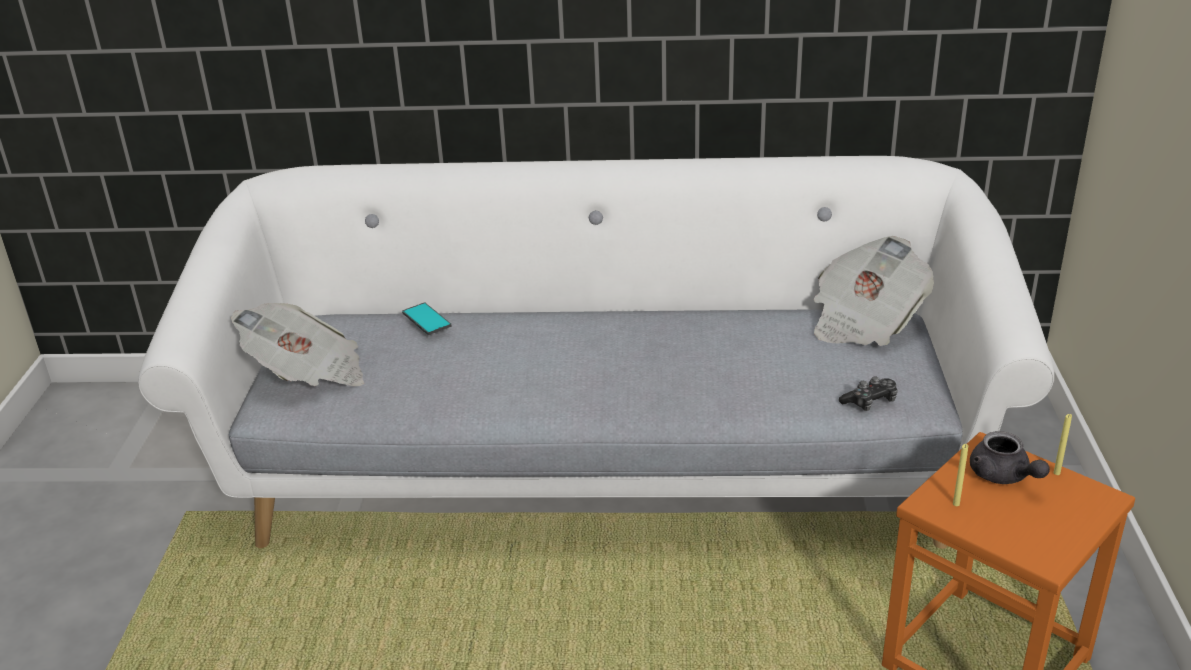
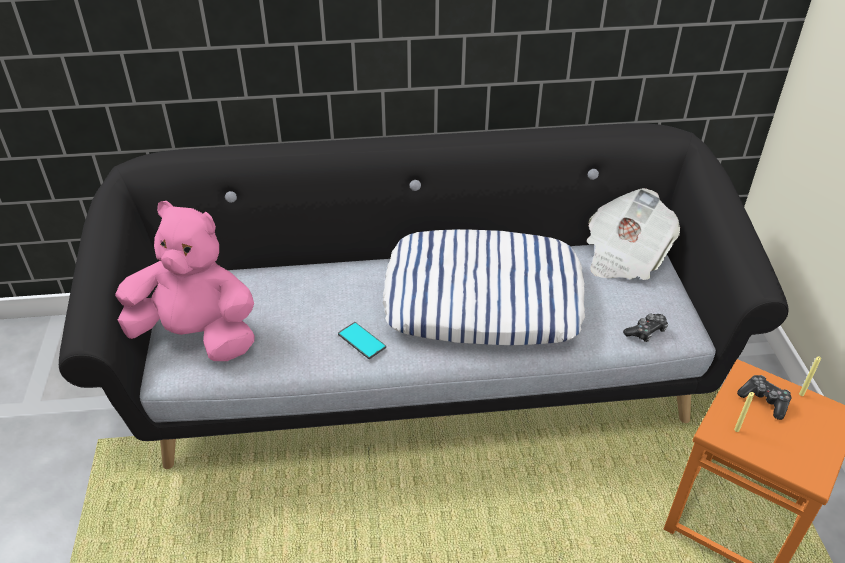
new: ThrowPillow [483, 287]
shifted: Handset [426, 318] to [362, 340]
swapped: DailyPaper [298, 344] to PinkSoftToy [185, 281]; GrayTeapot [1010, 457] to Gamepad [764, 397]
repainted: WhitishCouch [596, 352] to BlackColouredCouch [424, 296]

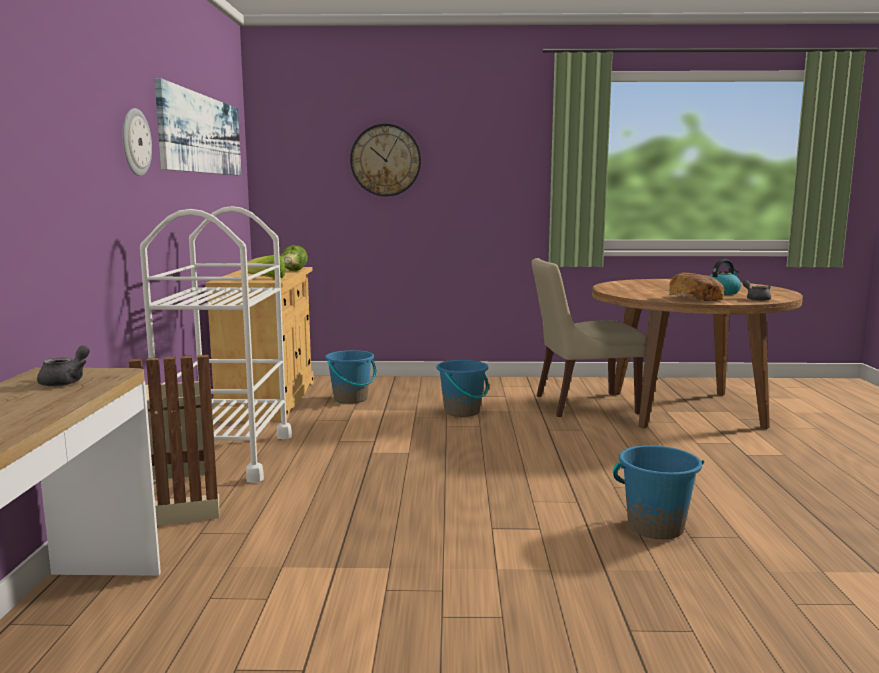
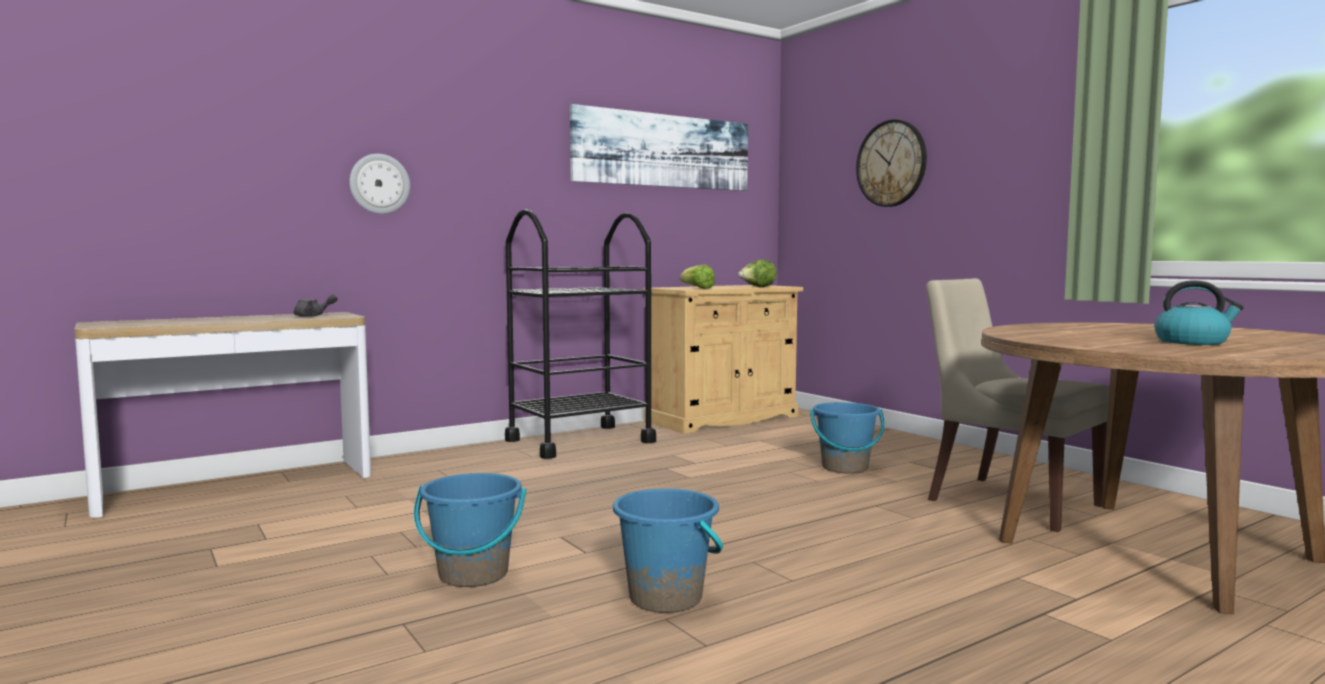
gone: BeigeColouredRubbishBin [174, 440]; Bread [696, 287]; GrayTeapot [756, 290]
shifted: WallClock [137, 142] to [379, 184]; BluishWaterBucket [351, 377] to [470, 530]
repainted: WhitishWheeledCart [216, 344] to BlackColouredWheeledCart [580, 334]

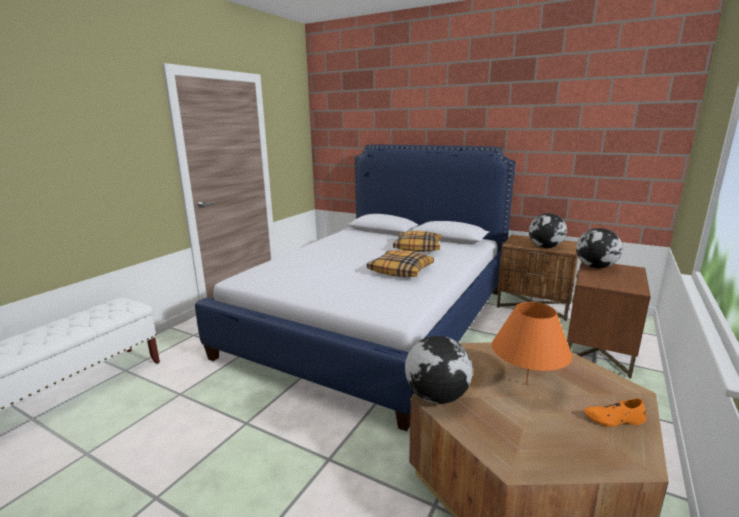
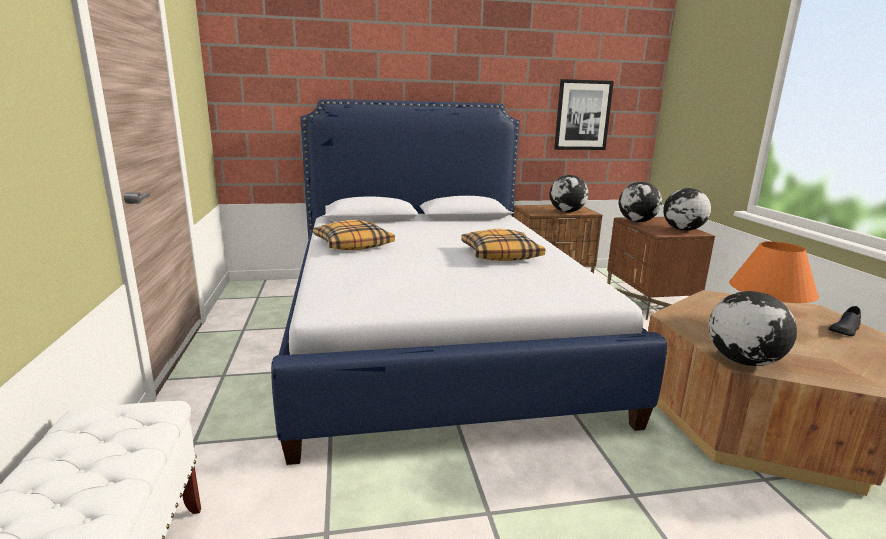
new: WallPicture [584, 114]; DeskGlobe [687, 209]
shifted: ThrowPillow [417, 241] to [354, 235]
repainted: OrangeColouredLowShoe [615, 413] to BlackColouredLowShoe [844, 321]

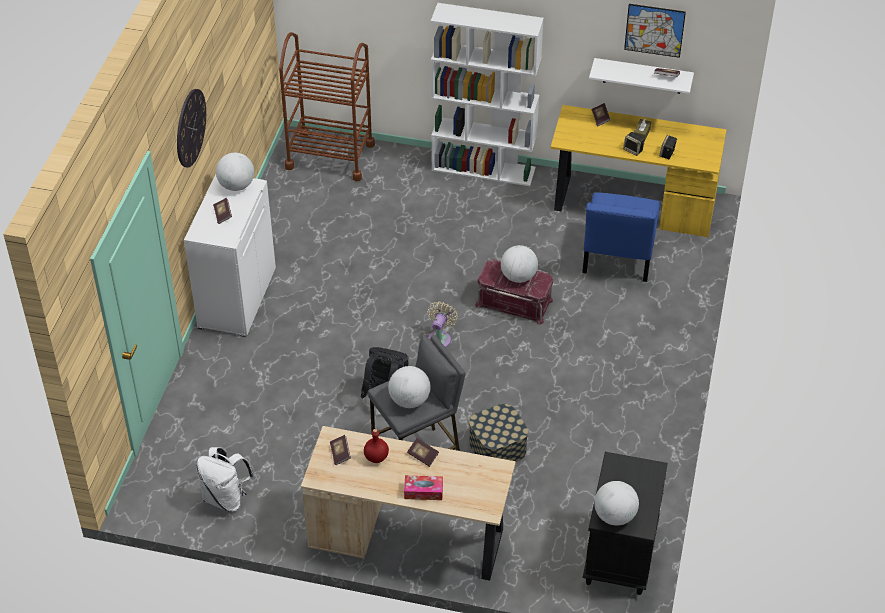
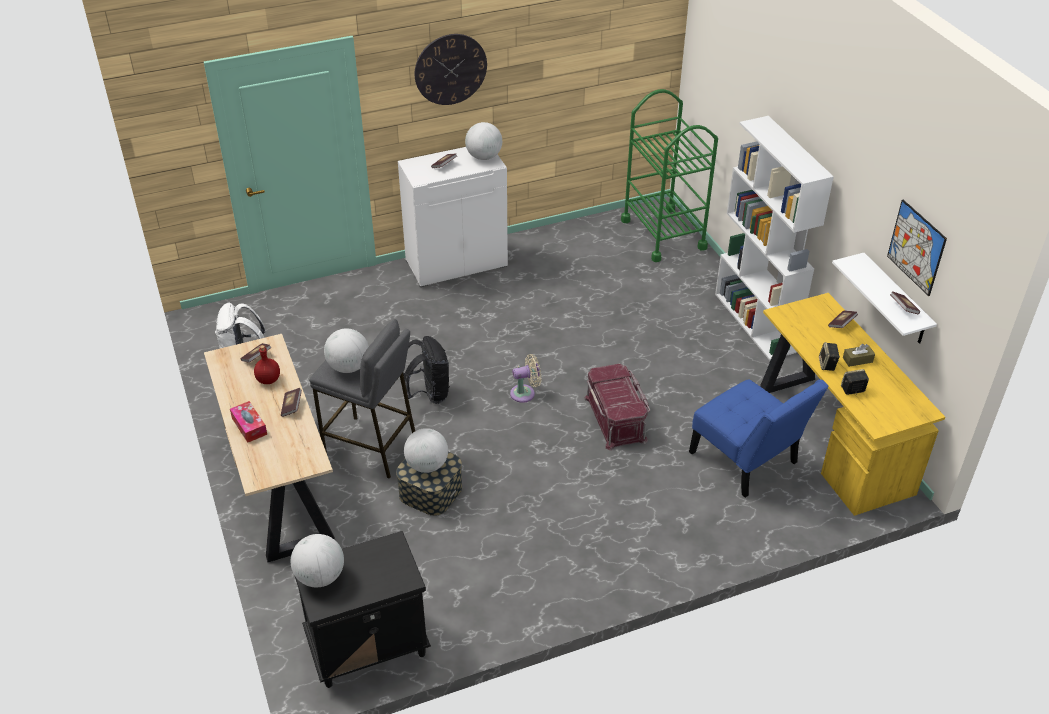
shifted: DeskGlobe [519, 264] to [426, 450]
repainted: BrownishWheeledCart [327, 106] to GreenColouredWheeledCart [669, 175]
rotated: BluishPlainChair [621, 237] = [759, 438] 105 degrees counterclockwise

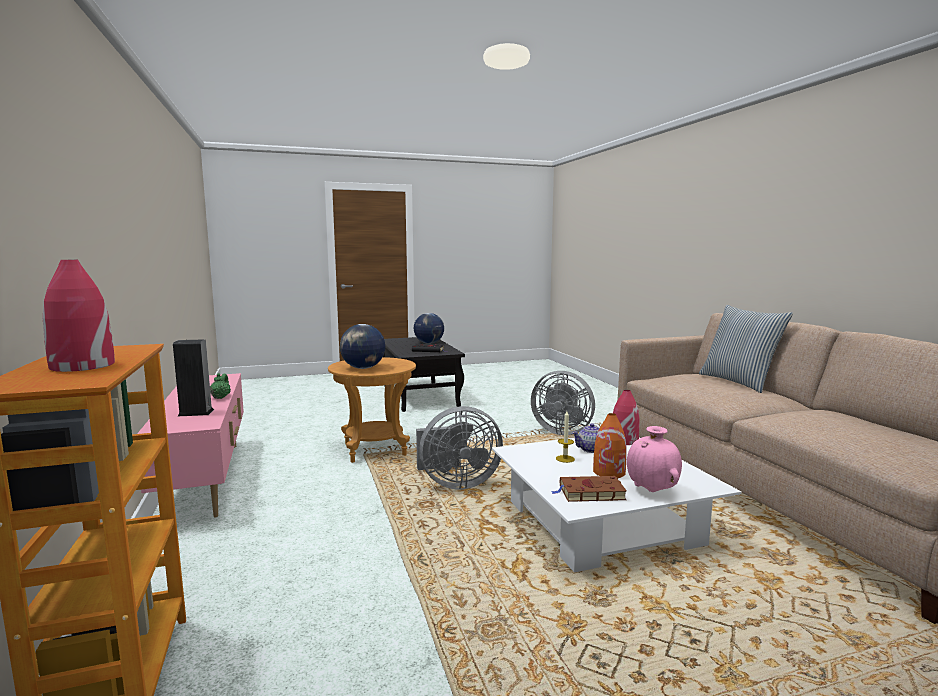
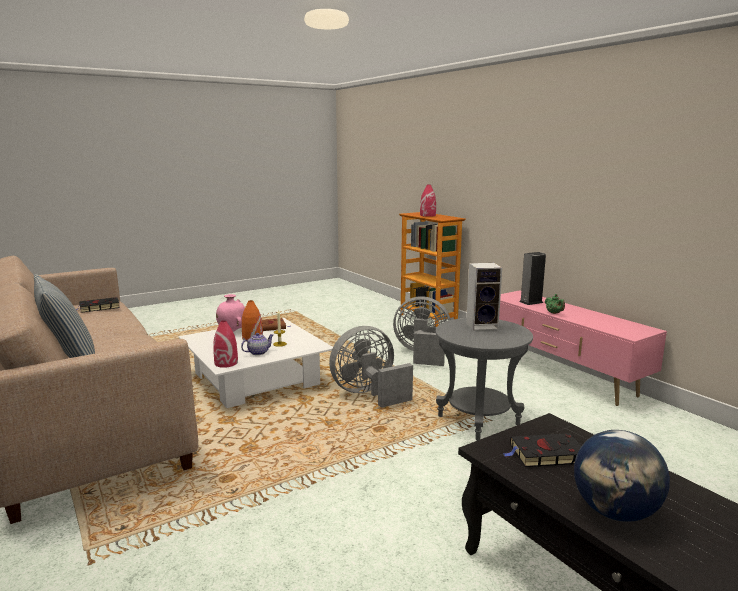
new: BlackColouredBook [98, 305]
shifted: GrayElectricFan [563, 403] to [422, 331]
swapped: DeskGlobe [362, 346] to Loudspeaker [484, 297]
repainted: BrownishEndTable [372, 410] to GrayEndTable [484, 379]

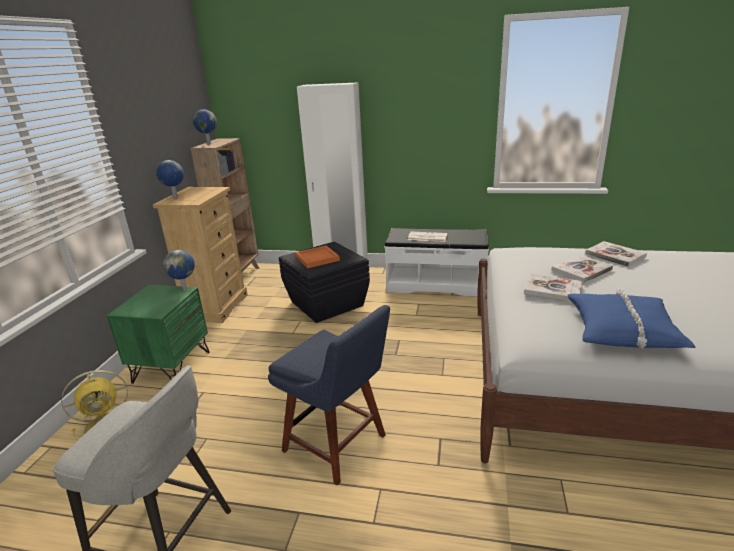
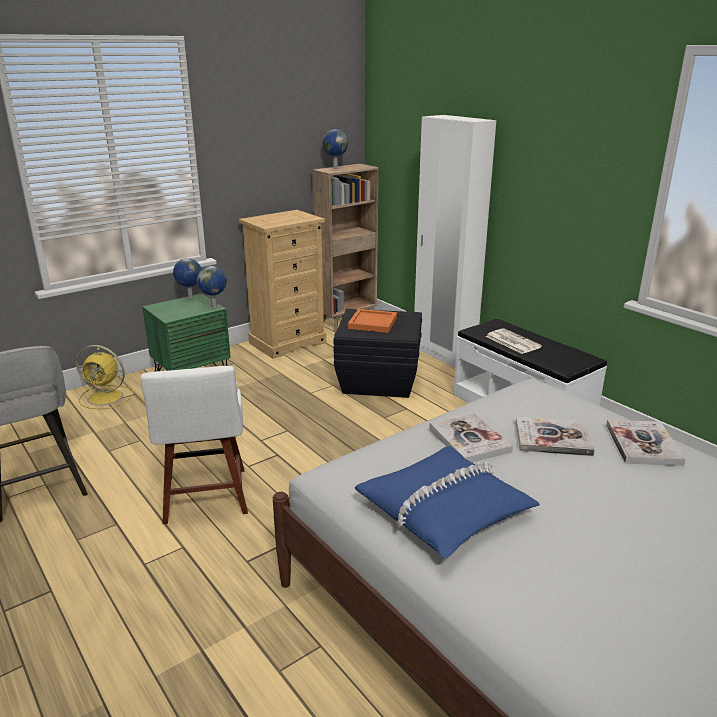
shifted: DeskGlobe [170, 179] to [187, 278]
repainted: BluishPlainChair [329, 395] to WhitishPlainChair [194, 445]

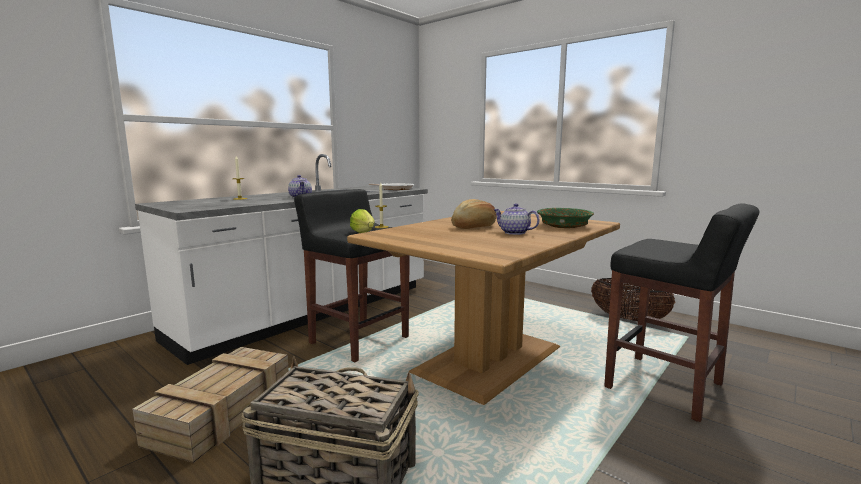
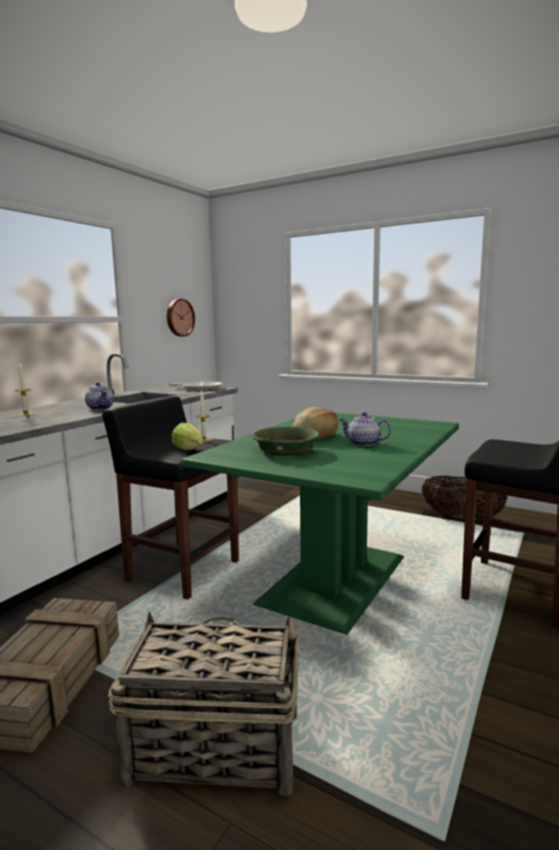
new: WallClock [181, 318]
shifted: GreenColouredBowl [565, 218] to [286, 441]
repainted: BrownishKitchenTable [483, 308] to GreenColouredKitchenTable [320, 524]

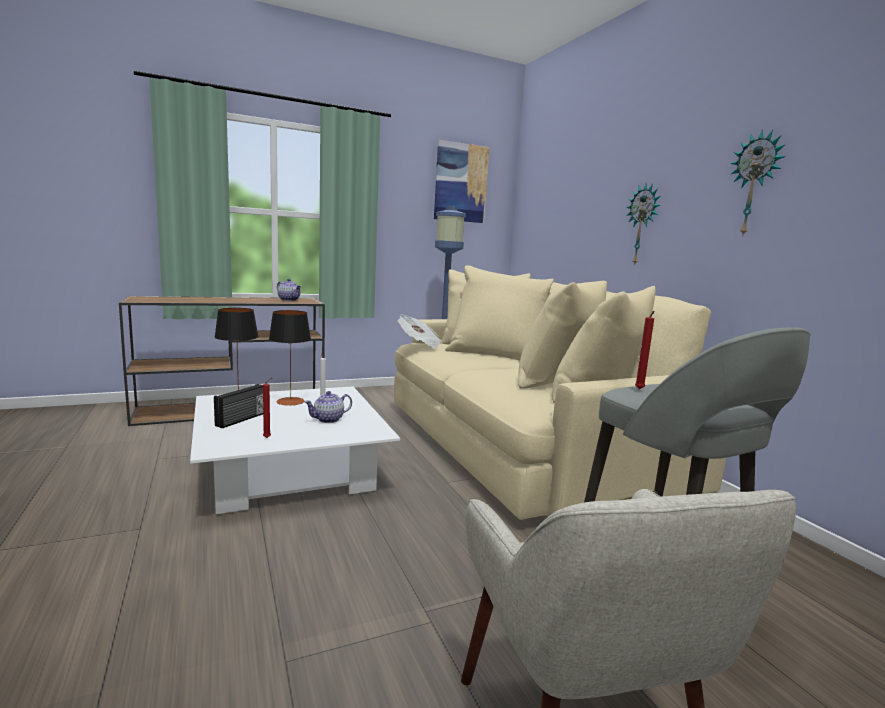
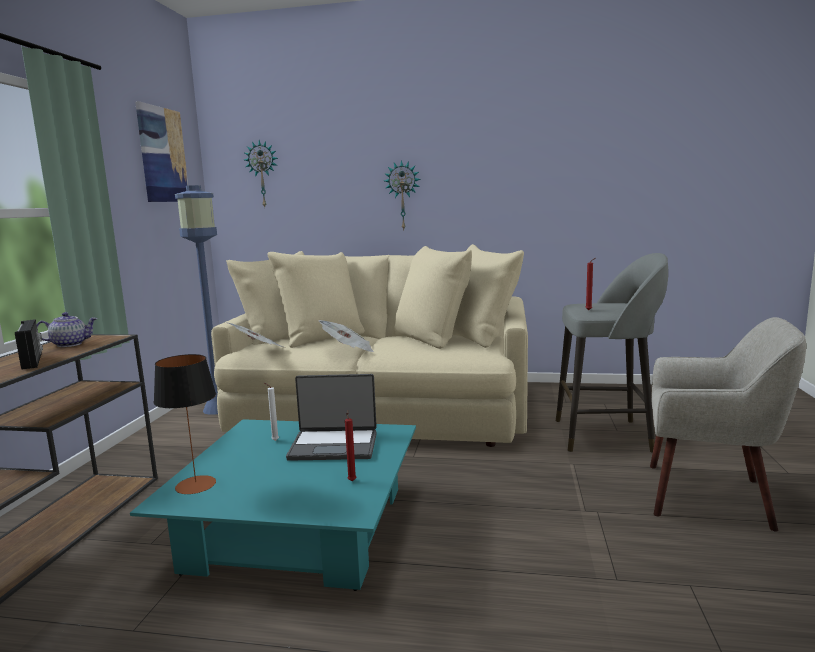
gone: LampForATable [290, 358]
new: DailyPaper [346, 336]
shifted: RadioSet [238, 406] to [29, 344]; WallClock [758, 183] to [261, 173]
swapped: Teapot [328, 407] to PortableComputer [331, 417]
repainted: WhitishLoungeTable [295, 450] to BlueGreenLoungeTable [273, 505]

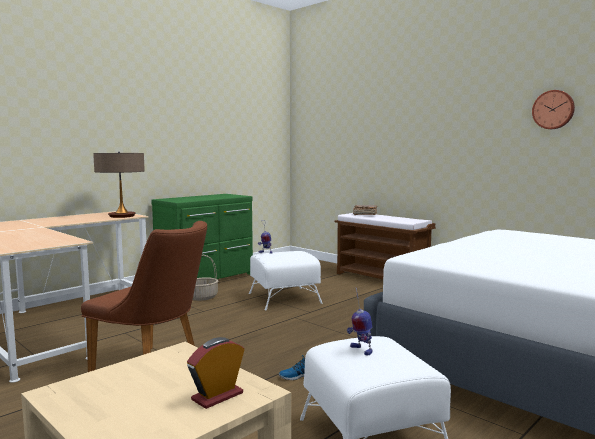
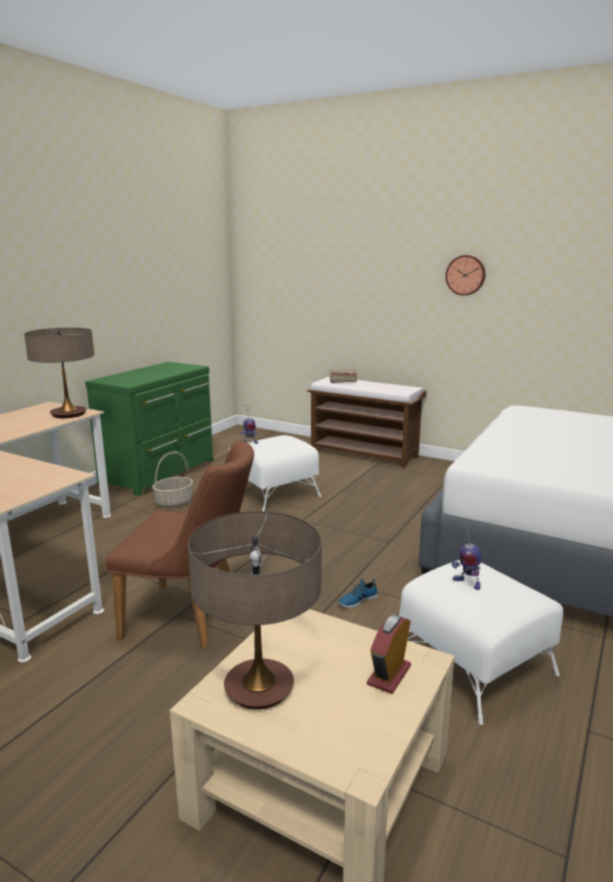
new: LampForATable [255, 610]
shifted: WallClock [553, 109] to [465, 275]

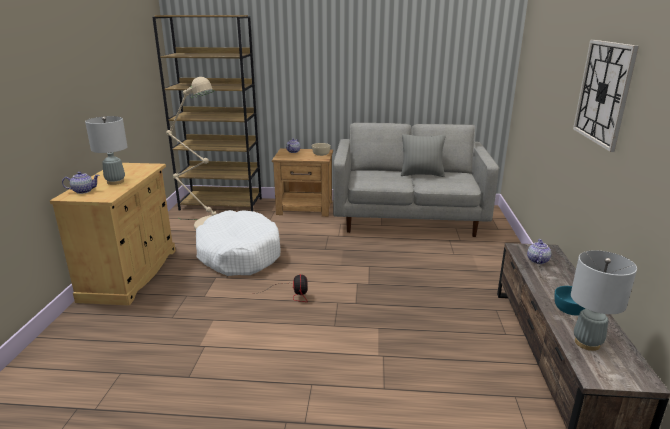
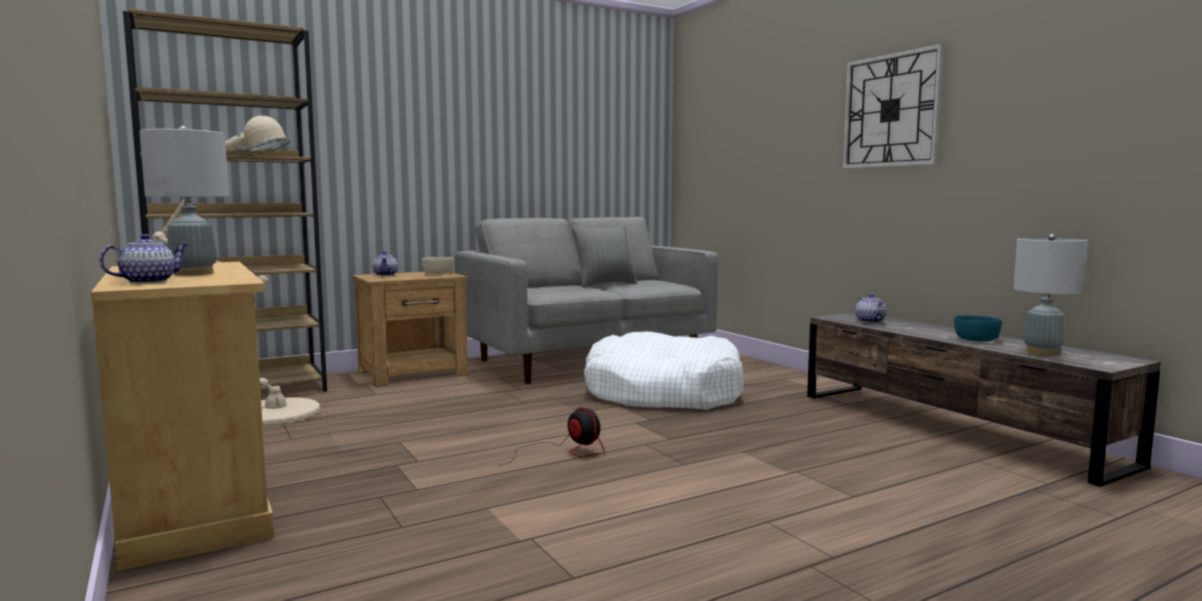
shifted: WhitishPetBed [238, 243] to [664, 370]

